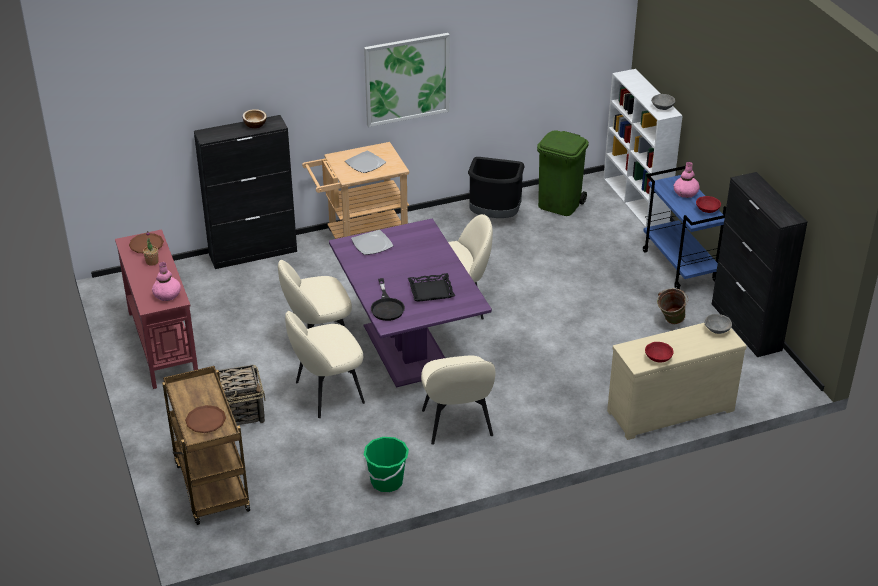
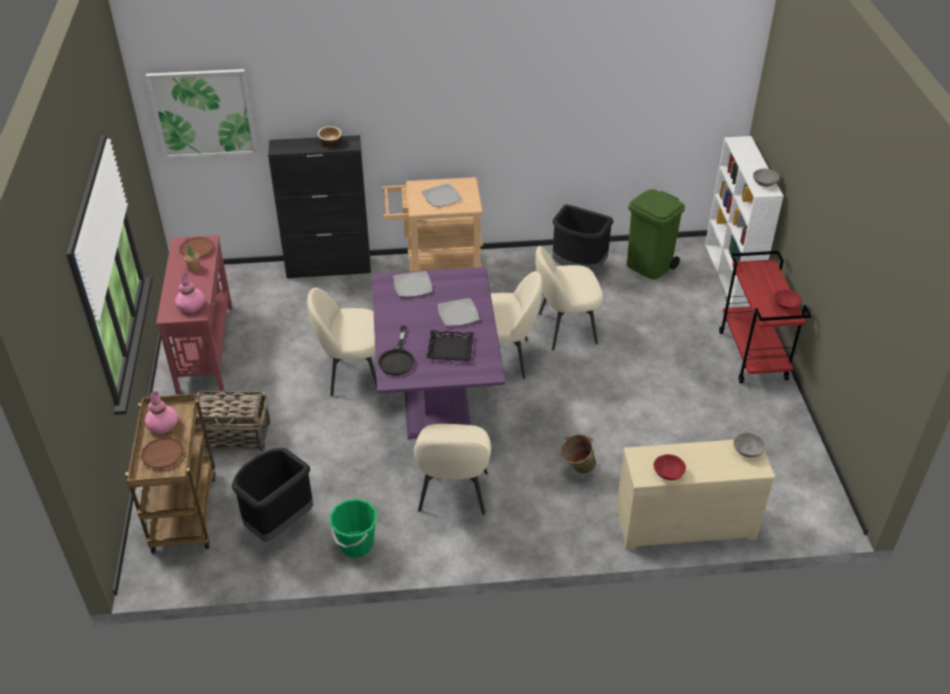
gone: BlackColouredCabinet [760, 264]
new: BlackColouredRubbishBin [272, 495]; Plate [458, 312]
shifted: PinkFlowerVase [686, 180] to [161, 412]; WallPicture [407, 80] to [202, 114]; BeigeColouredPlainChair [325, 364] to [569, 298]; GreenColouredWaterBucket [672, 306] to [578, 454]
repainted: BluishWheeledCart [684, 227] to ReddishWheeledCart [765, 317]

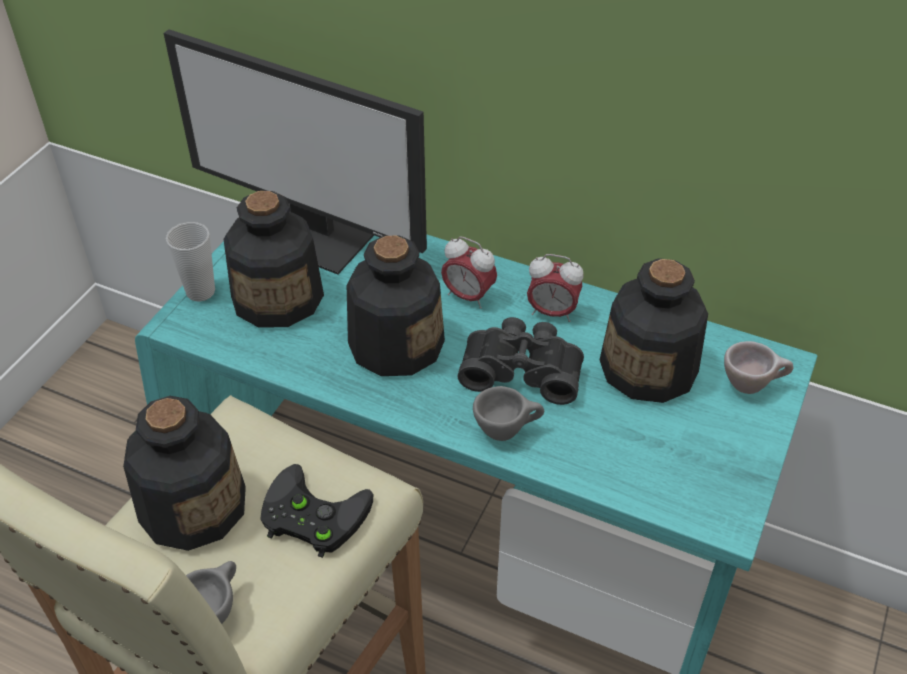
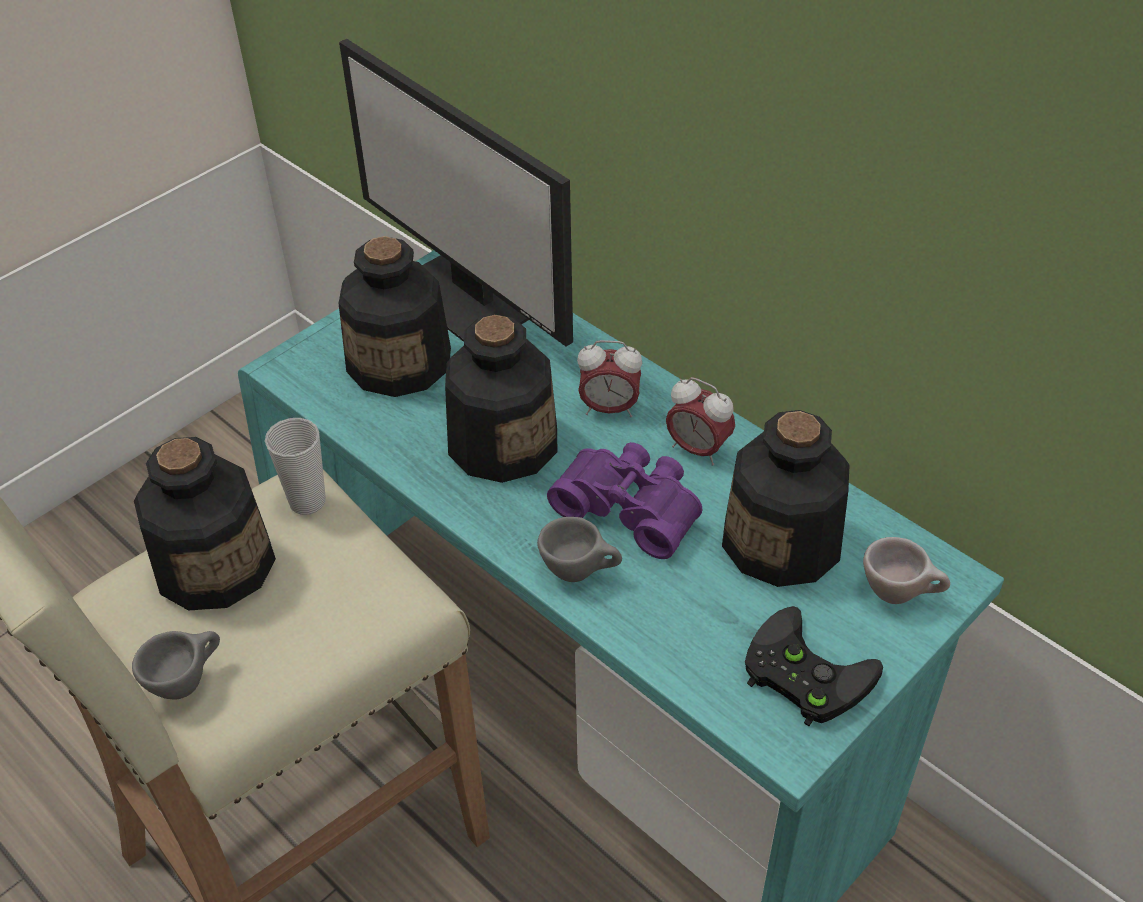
shifted: DrinkingCup [190, 261] to [295, 466]; BlackColouredGamepad [316, 511] to [814, 666]
repainted: BlackColouredBinoculars [521, 361] to PurplishBinoculars [624, 500]
rotated: TableClock [469, 272] = [609, 378] 45 degrees counterclockwise

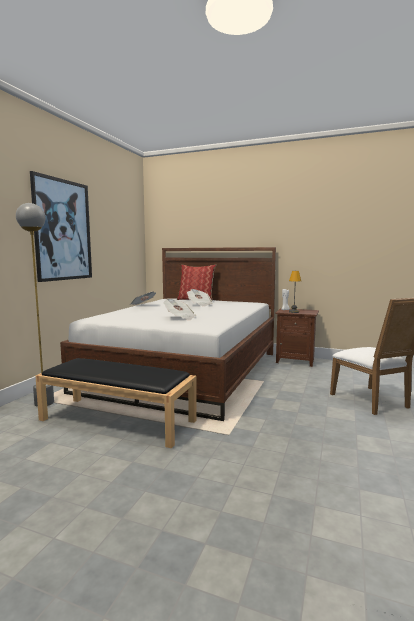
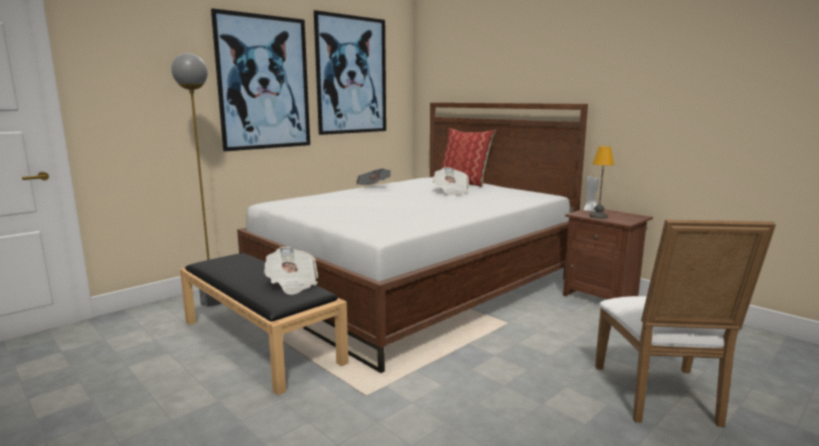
new: WallPicture [350, 72]
shifted: DailyPaper [179, 309] to [291, 271]

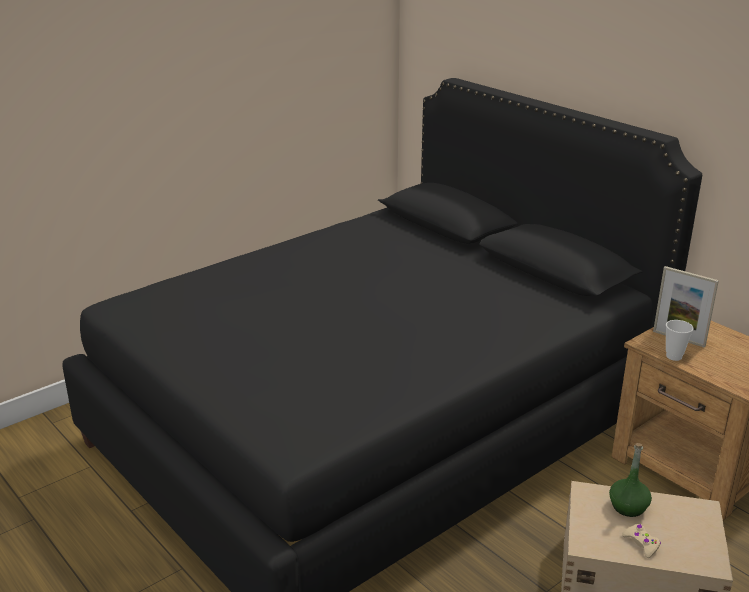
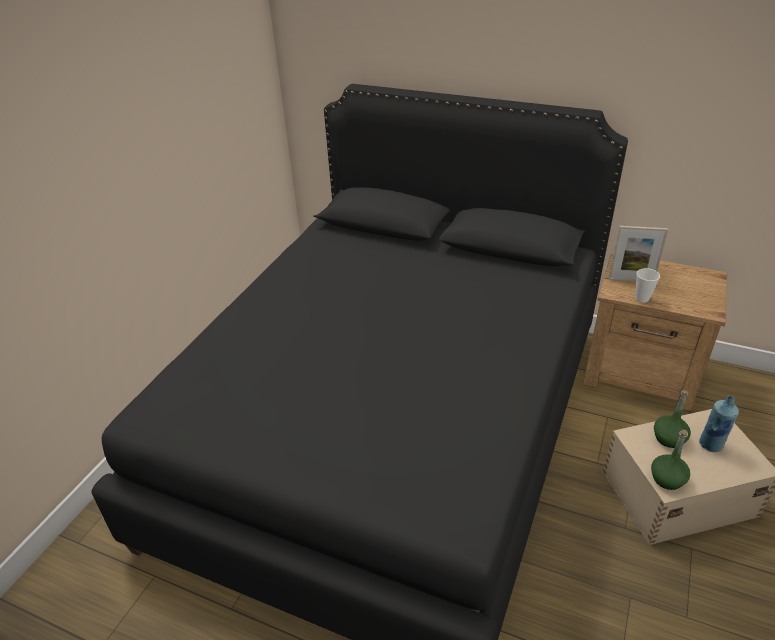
gone: BeigeColouredGamepad [641, 541]
new: GreenColouredDrinkBottle [670, 460]; BluishDrinkBottle [719, 424]

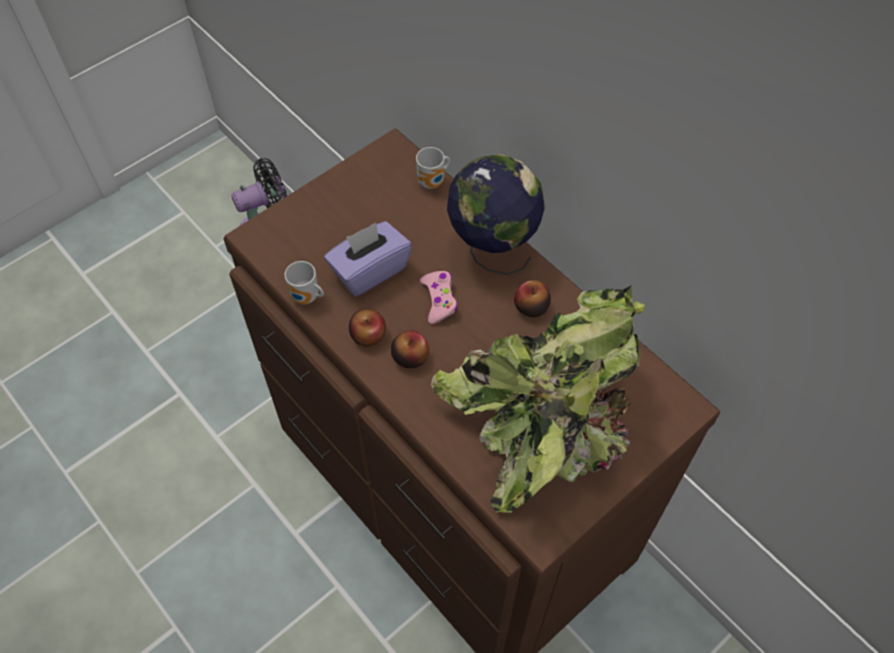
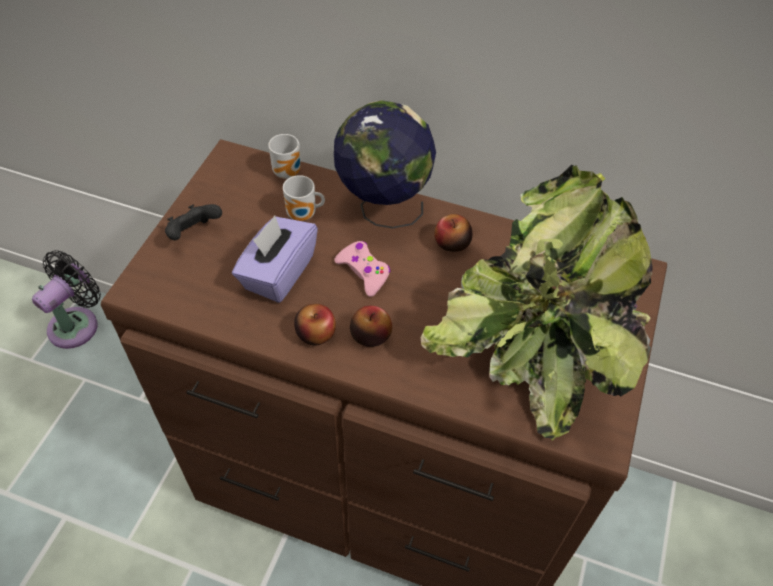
new: BlackColouredGamepad [193, 222]
shifted: TeaMug [304, 282] to [304, 198]

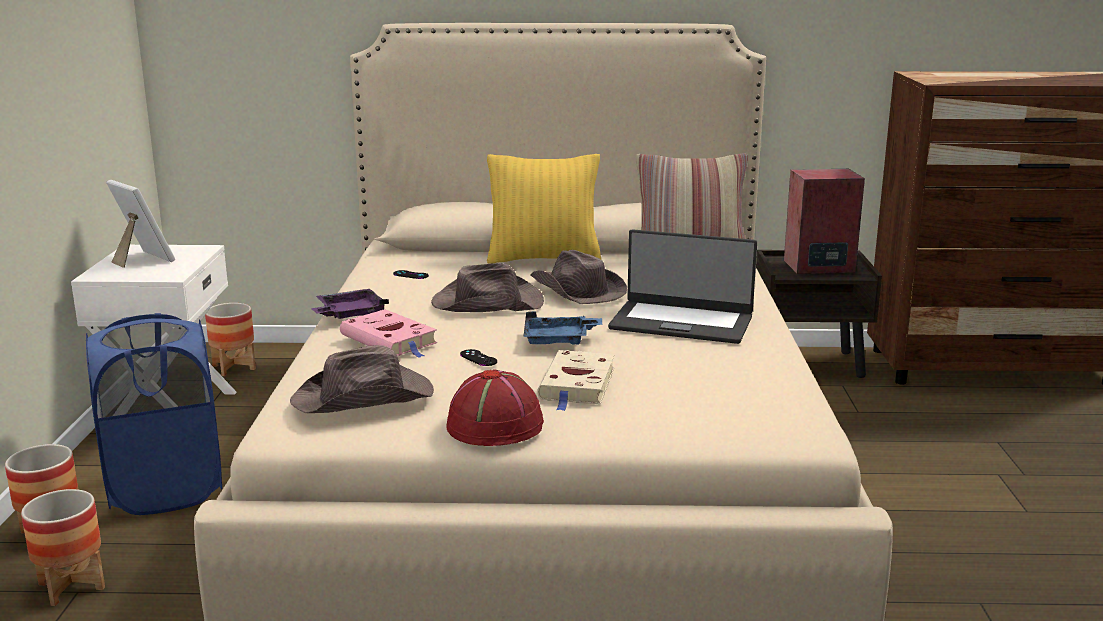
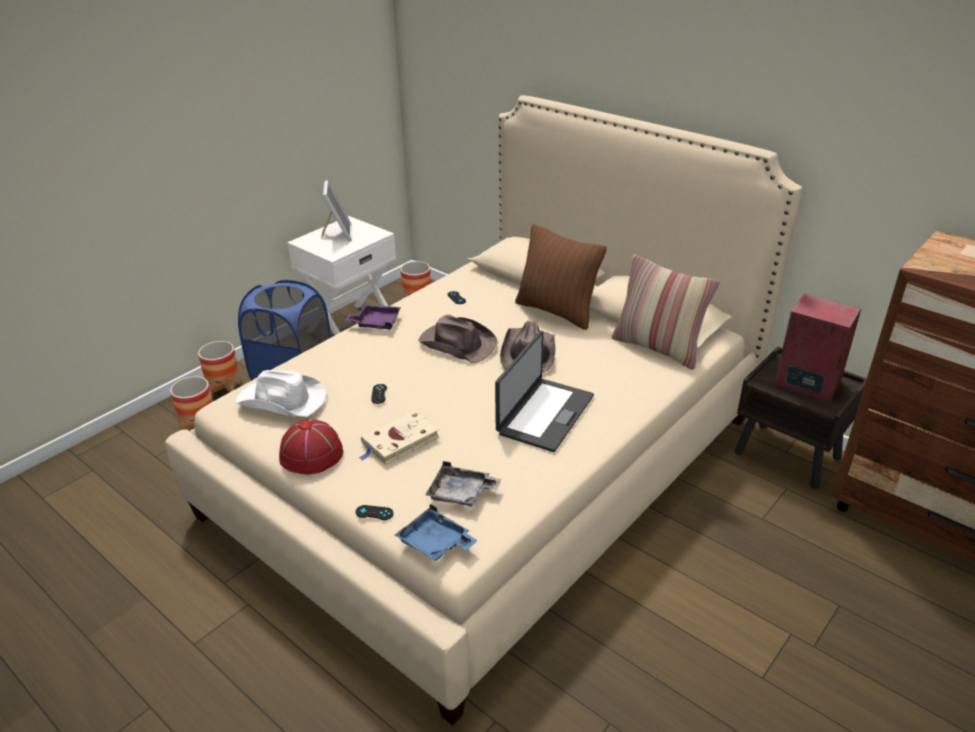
gone: PinkBook [388, 333]
new: BlackColouredGamepad [375, 512]; GrayServingTray [463, 484]
shifted: BluishServingTray [563, 328] to [436, 532]
repainted: BrownishHat [362, 379] to WhitishHat [281, 393]; YellowColouredThrowPillow [544, 209] to BrownishThrowPillow [561, 277]
rotated: PortableComputer [682, 286] = [544, 391] 120 degrees counterclockwise

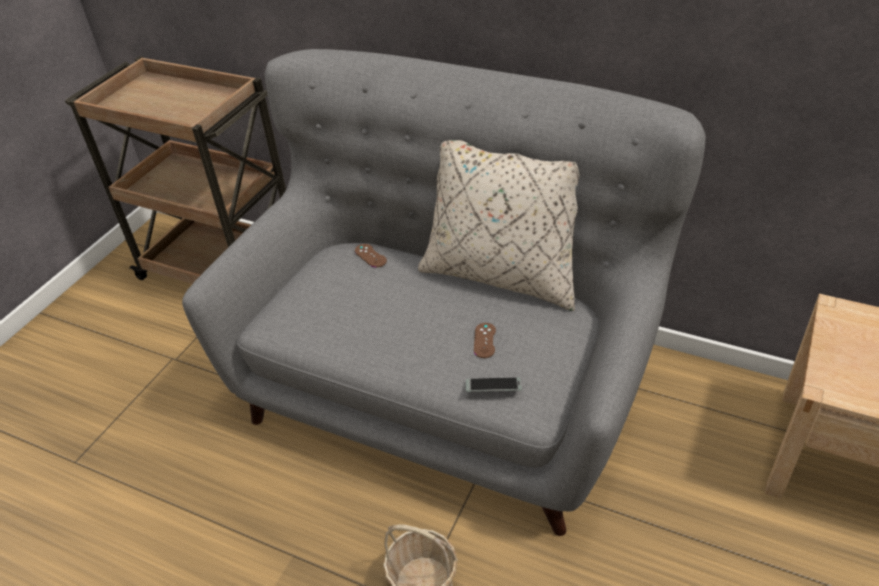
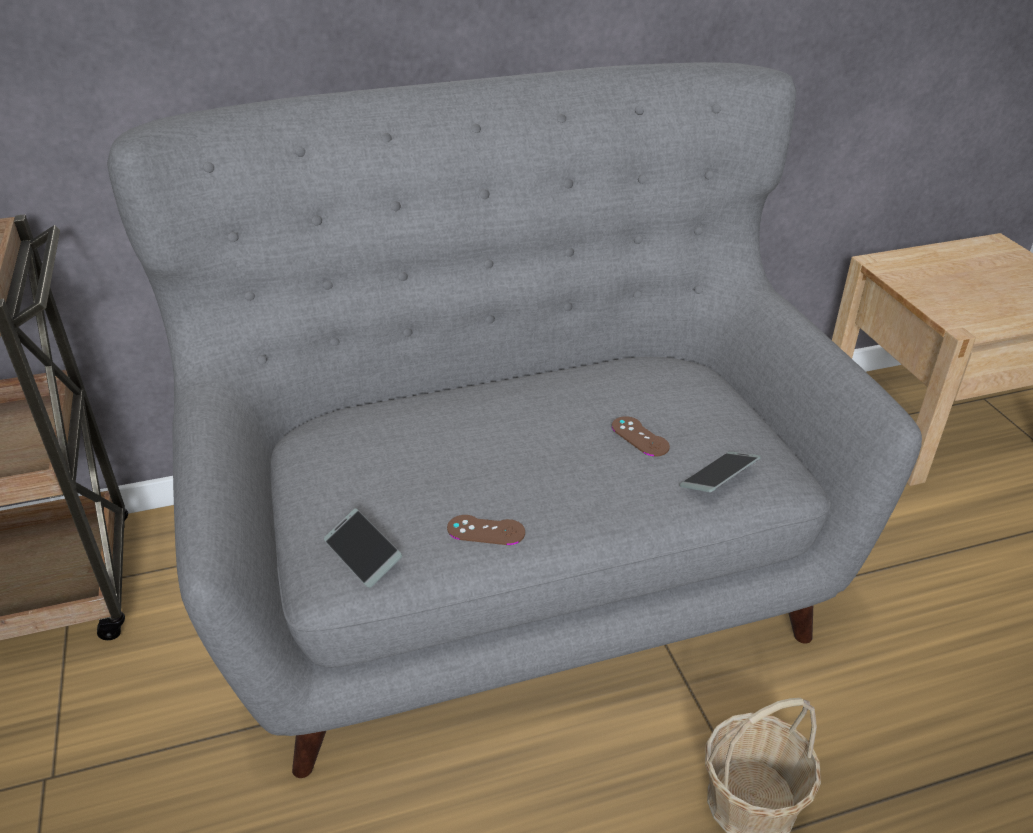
gone: BeigeColouredThrowPillow [499, 225]
new: Handset [363, 548]
shifted: BrownishGamepad [371, 256] to [486, 530]

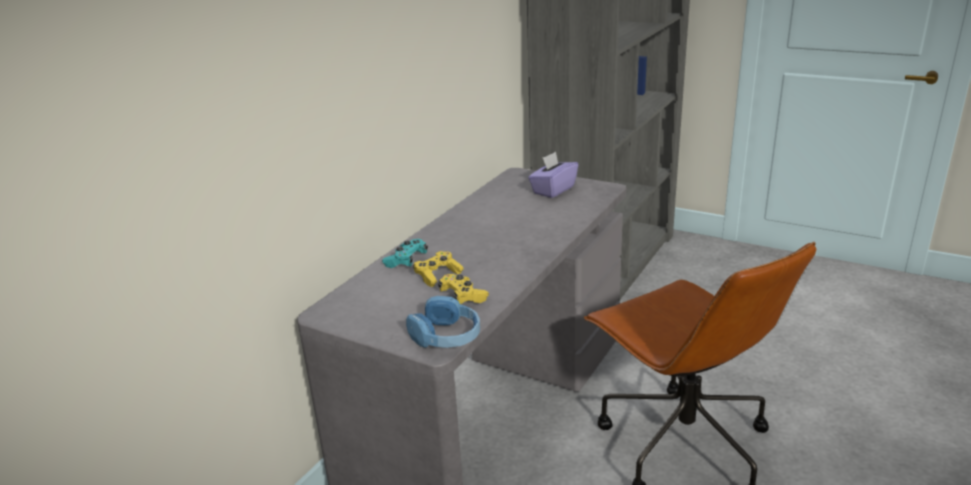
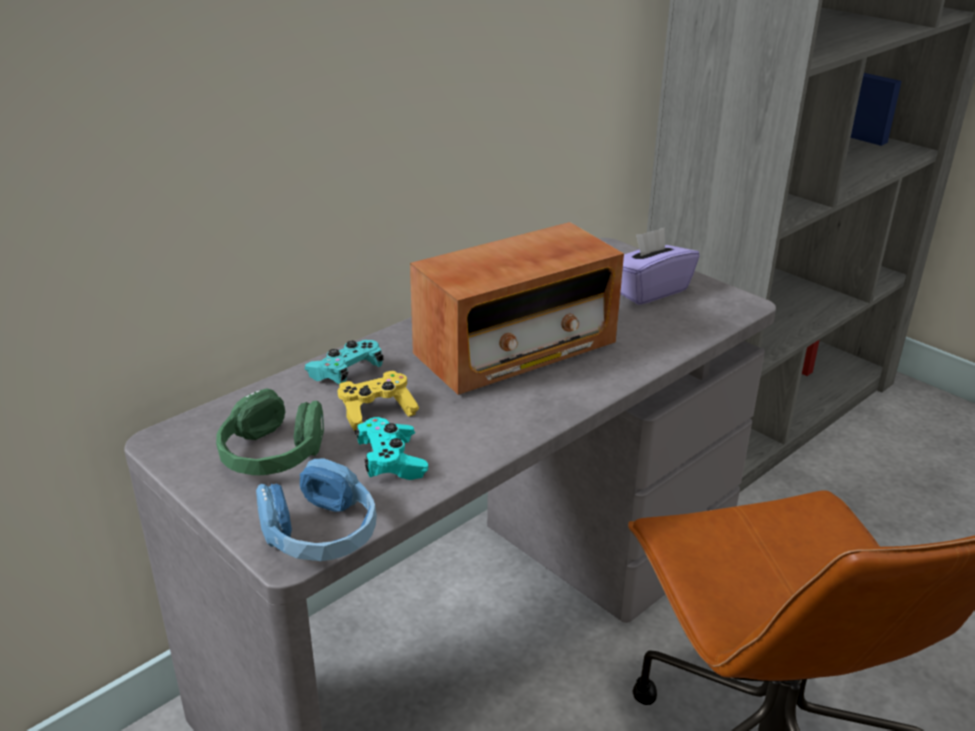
new: GreenColouredHeadphones [270, 431]; RadioSet [517, 308]
repainted: YellowColouredGamepad [463, 289] to BlueGreenGamepad [391, 448]

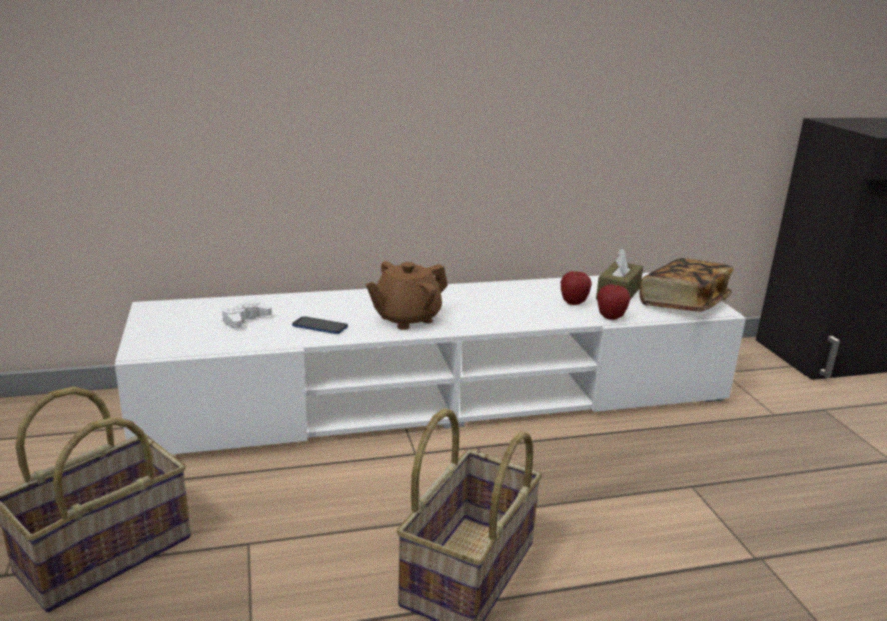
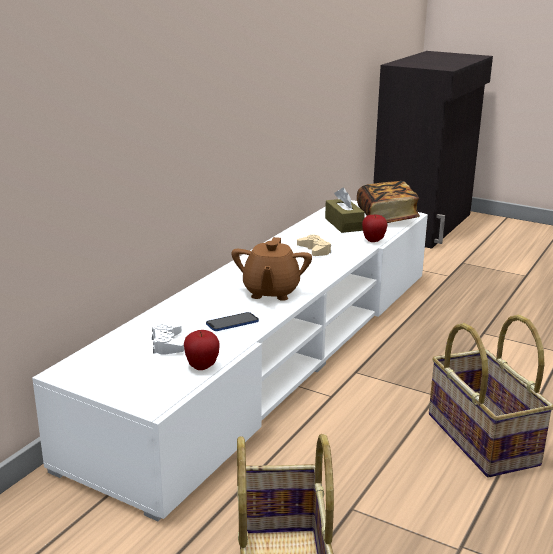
new: BeigeColouredGamepad [314, 245]
shifted: AppleFruit [576, 288] to [202, 350]

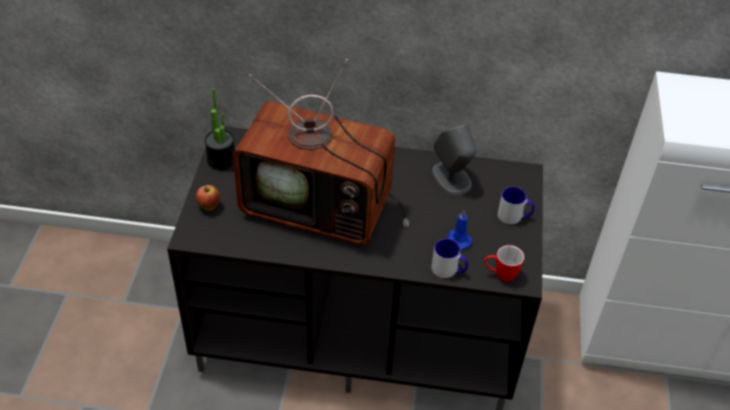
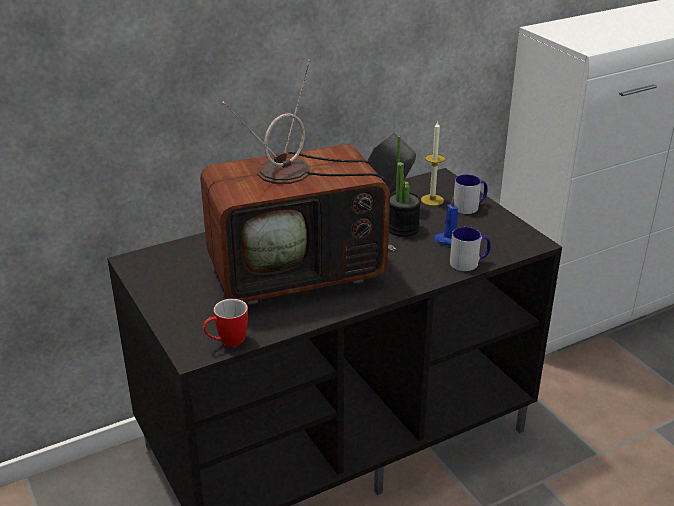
gone: AppleFruit [208, 197]
new: WaxLight [433, 163]
shifted: TeaMug [504, 263] to [225, 323]; Houseplant [220, 129] to [405, 186]

